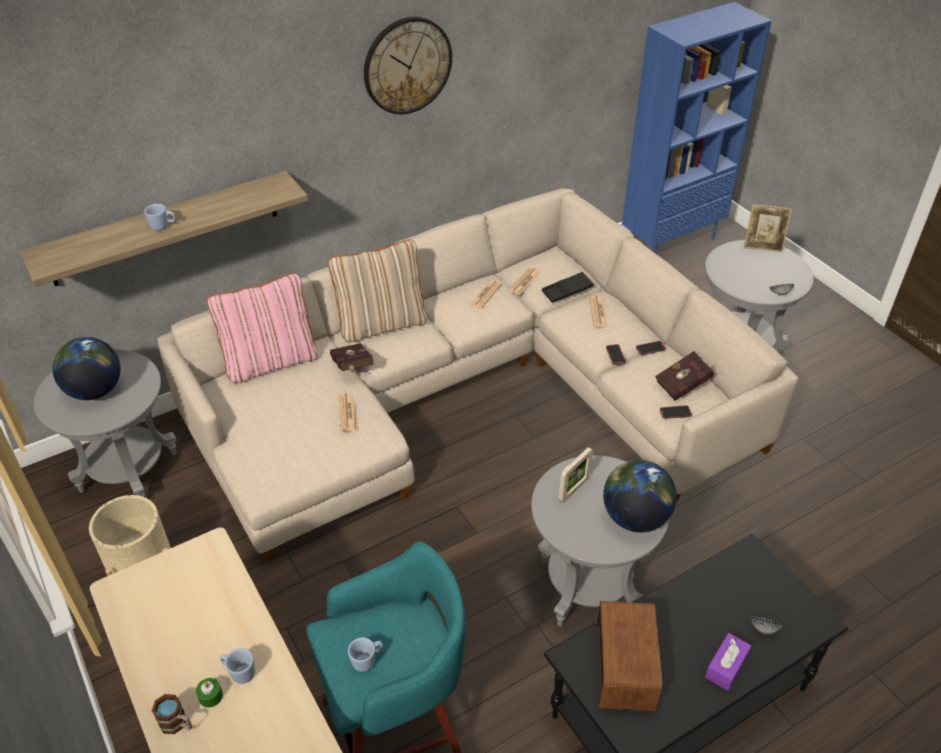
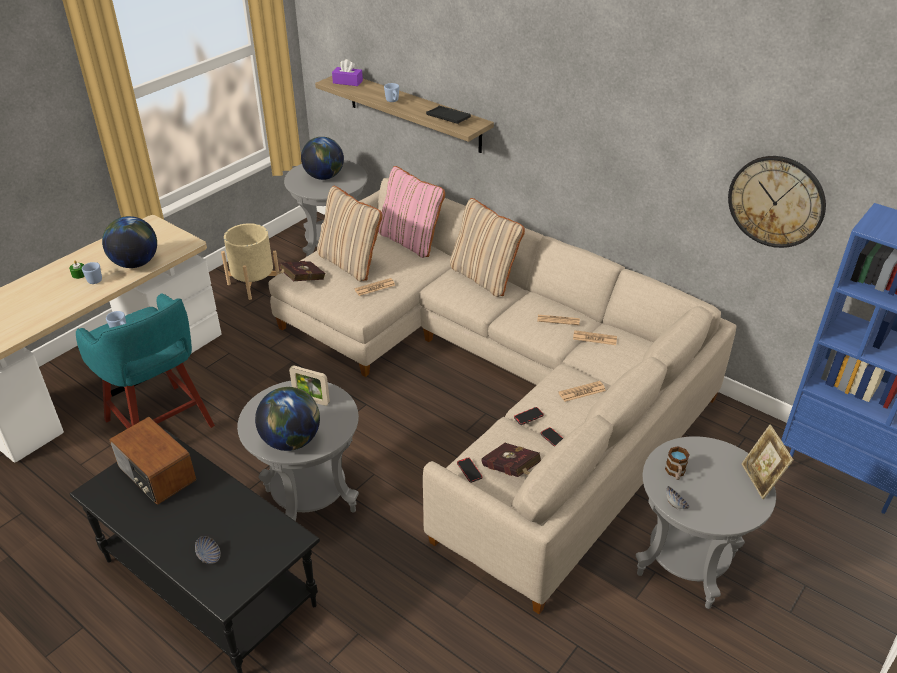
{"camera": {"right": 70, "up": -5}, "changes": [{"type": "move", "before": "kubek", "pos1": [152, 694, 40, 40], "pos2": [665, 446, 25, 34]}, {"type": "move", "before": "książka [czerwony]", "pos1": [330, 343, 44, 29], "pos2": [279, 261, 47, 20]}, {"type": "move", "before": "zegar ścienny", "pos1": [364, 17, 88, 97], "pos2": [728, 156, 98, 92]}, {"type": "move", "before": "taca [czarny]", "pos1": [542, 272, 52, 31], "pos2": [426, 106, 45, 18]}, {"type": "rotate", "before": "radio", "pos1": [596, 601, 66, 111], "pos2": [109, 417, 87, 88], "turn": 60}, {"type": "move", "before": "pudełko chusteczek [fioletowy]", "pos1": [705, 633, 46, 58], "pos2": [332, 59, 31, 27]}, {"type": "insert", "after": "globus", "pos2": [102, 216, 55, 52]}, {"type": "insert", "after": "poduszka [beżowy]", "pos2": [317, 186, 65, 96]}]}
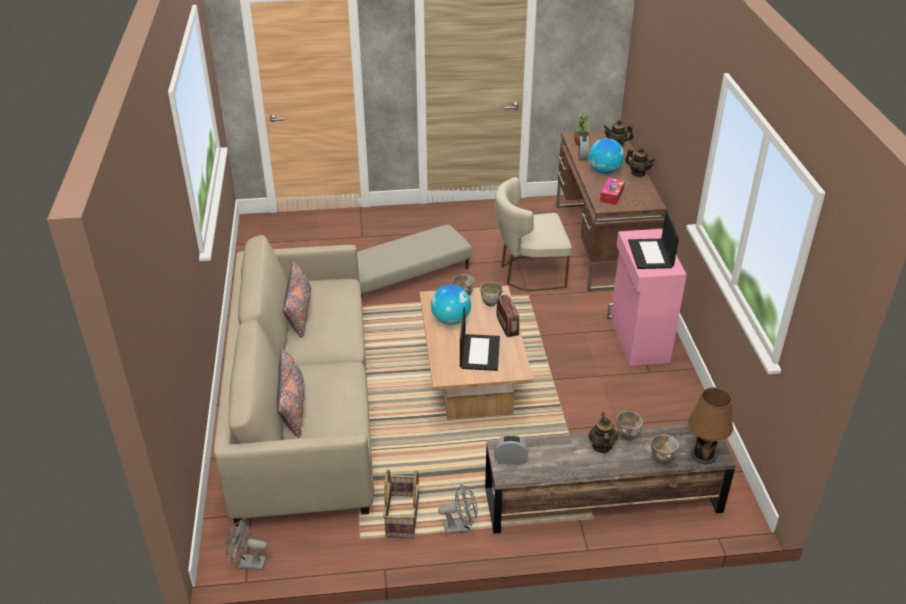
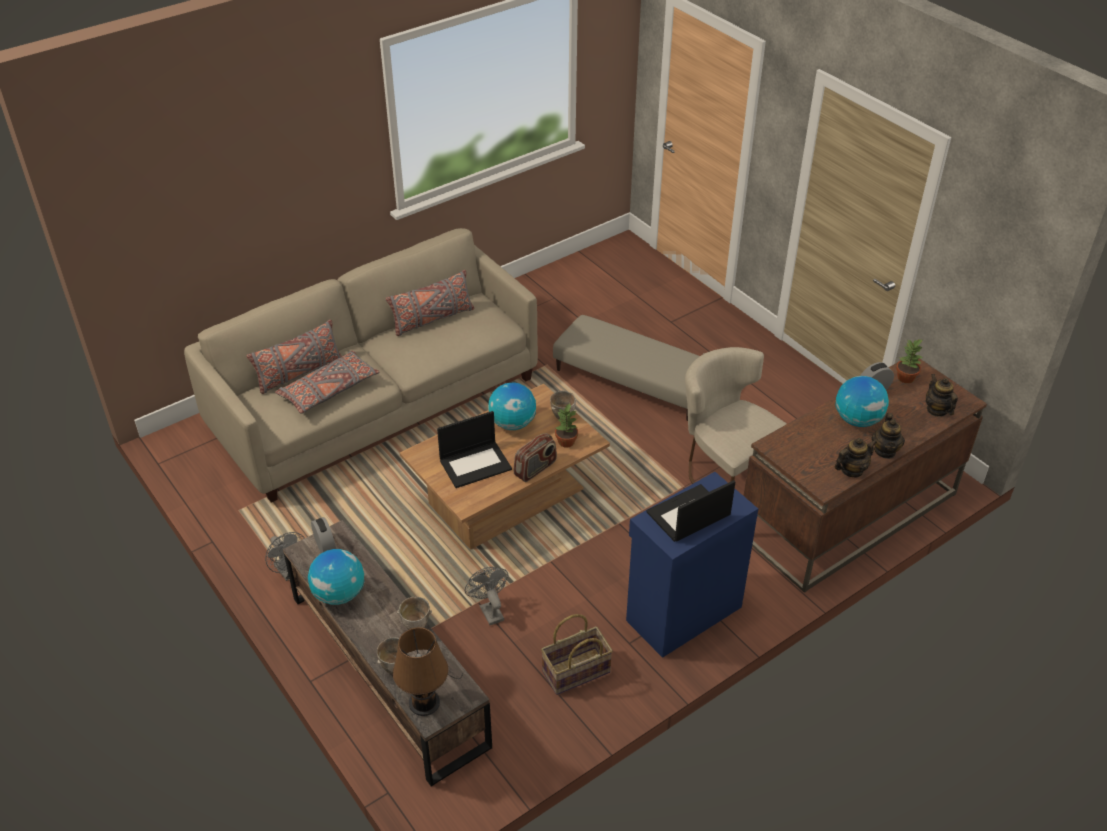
{"camera": {"right": 60, "up": 5}, "changes": [{"type": "move", "before": "wentylator [szary]", "pos1": [226, 519, 41, 51], "pos2": [465, 567, 43, 58]}, {"type": "move", "before": "koszyk", "pos1": [383, 469, 36, 69], "pos2": [541, 614, 72, 81]}, {"type": "replace", "before": "miska", "after": "roślina doniczkowa", "pos1": [479, 281, 24, 25], "pos2": [555, 404, 23, 44]}, {"type": "move", "before": "imbryk", "pos1": [588, 412, 30, 41], "pos2": [835, 438, 42, 39]}, {"type": "delete", "before": "pudełko chusteczek", "pos1": [600, 178, 25, 27]}, {"type": "recolor", "before": "szafka [różowy]", "after": "szafka [niebieski]", "pos1": [607, 229, 80, 137], "pos2": [626, 472, 132, 186]}, {"type": "insert", "after": "poduszka [szary]", "pos2": [275, 351, 104, 62]}, {"type": "insert", "after": "globus", "pos2": [308, 549, 56, 56]}]}
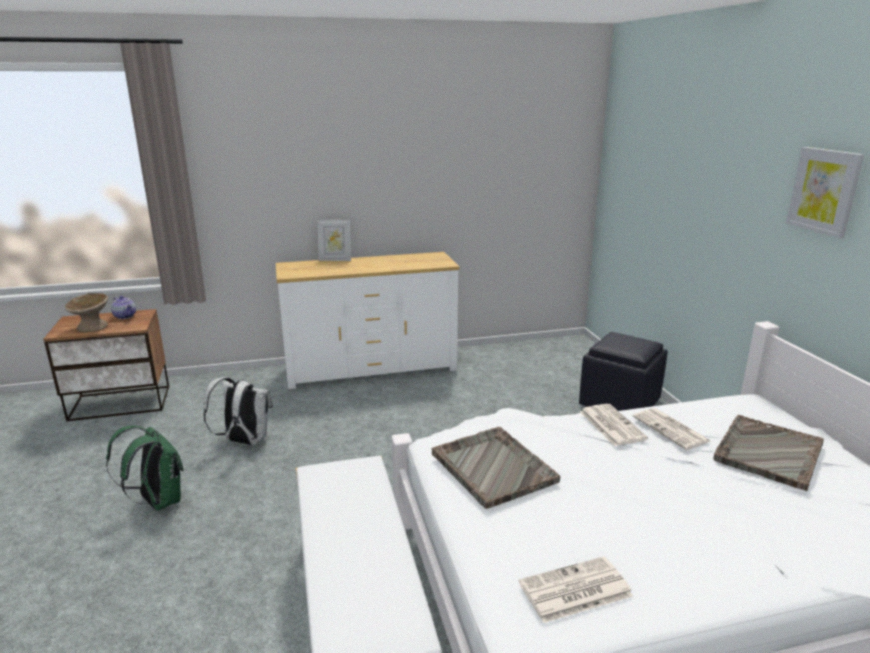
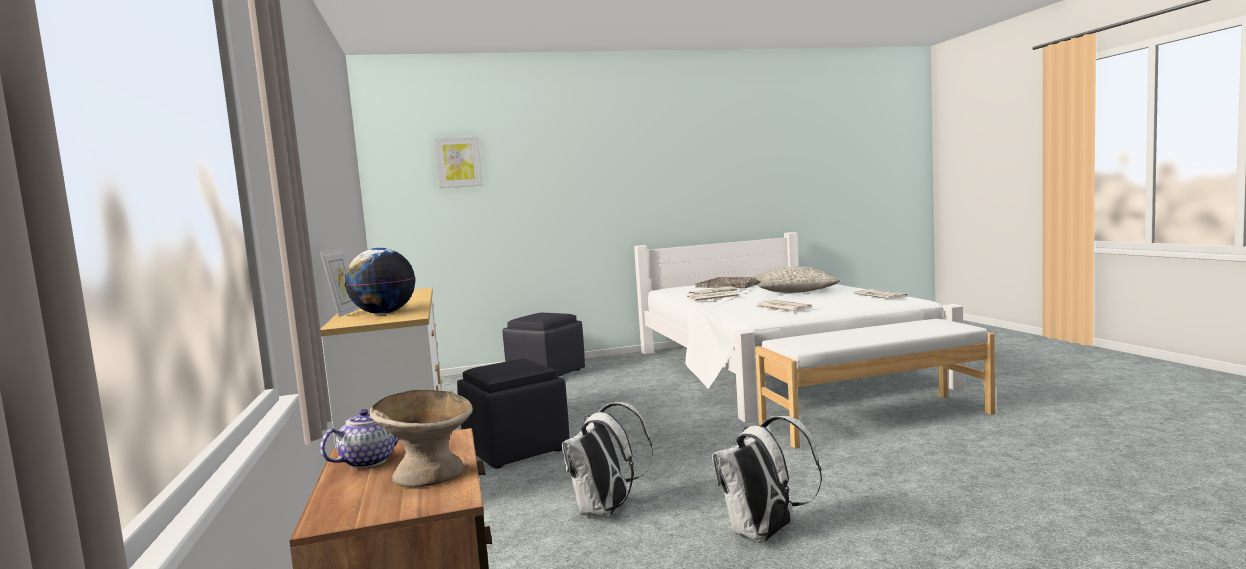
{"camera": {"right": -90, "up": -15}, "changes": [{"type": "recolor", "before": "plecak [zielony]", "after": "plecak [biały]", "pos1": [106, 426, 78, 85], "pos2": [712, 416, 110, 127]}, {"type": "replace", "before": "taca [szary]", "after": "gazeta", "pos1": [432, 427, 128, 82], "pos2": [755, 300, 58, 12]}, {"type": "move", "before": "obraz", "pos1": [786, 147, 78, 92], "pos2": [434, 136, 49, 52]}, {"type": "insert", "after": "globus", "pos2": [345, 248, 70, 66]}, {"type": "insert", "after": "pufa [czarny]", "pos2": [457, 359, 113, 109]}, {"type": "insert", "after": "poduszka [szary]", "pos2": [754, 266, 86, 27]}]}
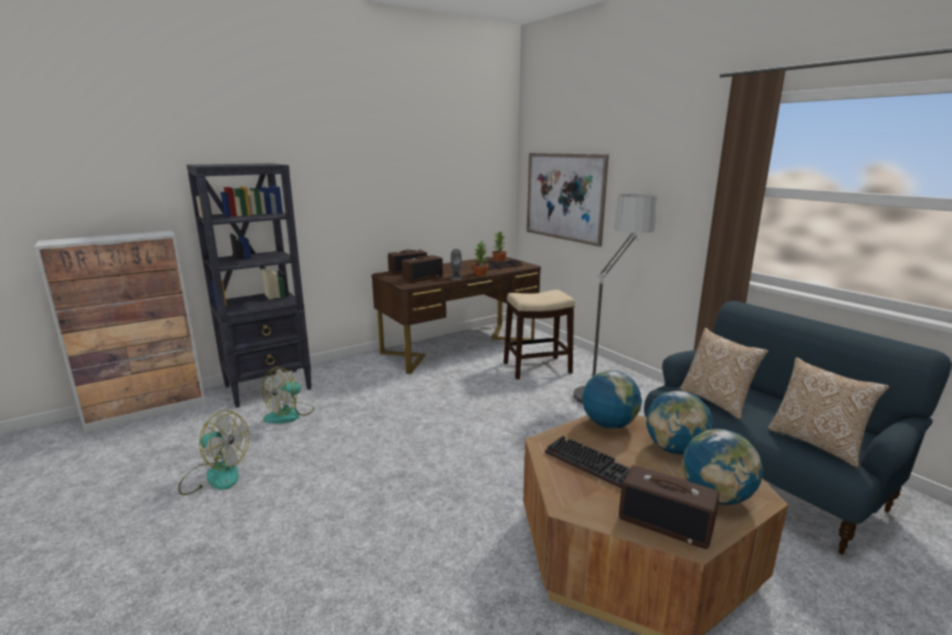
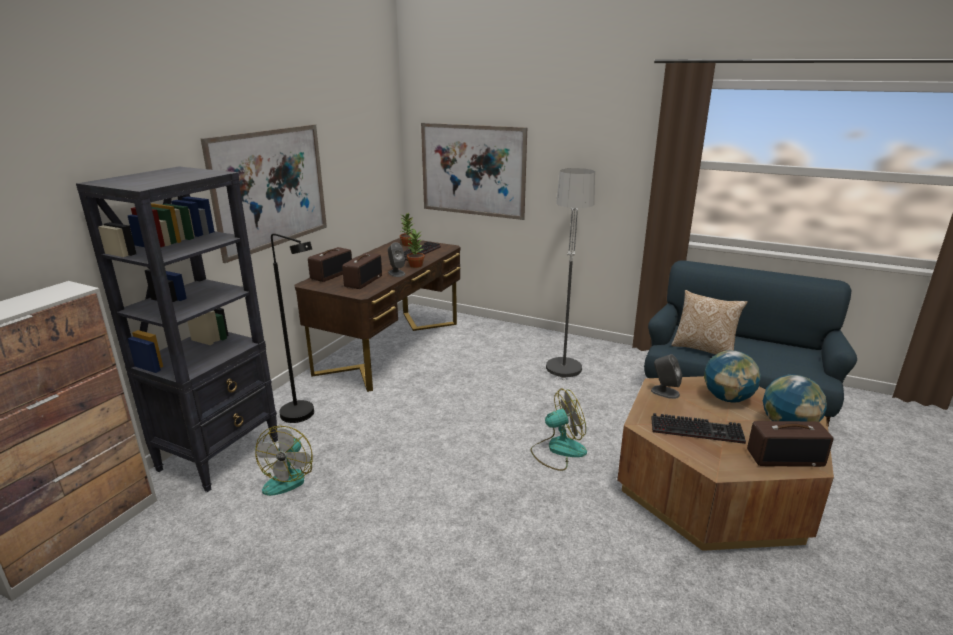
{"camera": {"right": -30, "up": 5}, "changes": [{"type": "move", "before": "wentylator", "pos1": [178, 410, 71, 85], "pos2": [530, 389, 57, 82]}, {"type": "delete", "before": "stołek", "pos1": [504, 290, 71, 89]}, {"type": "replace", "before": "globus", "after": "głośnik [szary]", "pos1": [582, 370, 60, 59], "pos2": [651, 354, 31, 45]}, {"type": "delete", "before": "poduszka", "pos1": [768, 357, 122, 111]}, {"type": "insert", "after": "obraz", "pos2": [201, 124, 126, 139]}, {"type": "insert", "after": "lampa stojąca [czarny]", "pos2": [271, 233, 43, 190]}]}
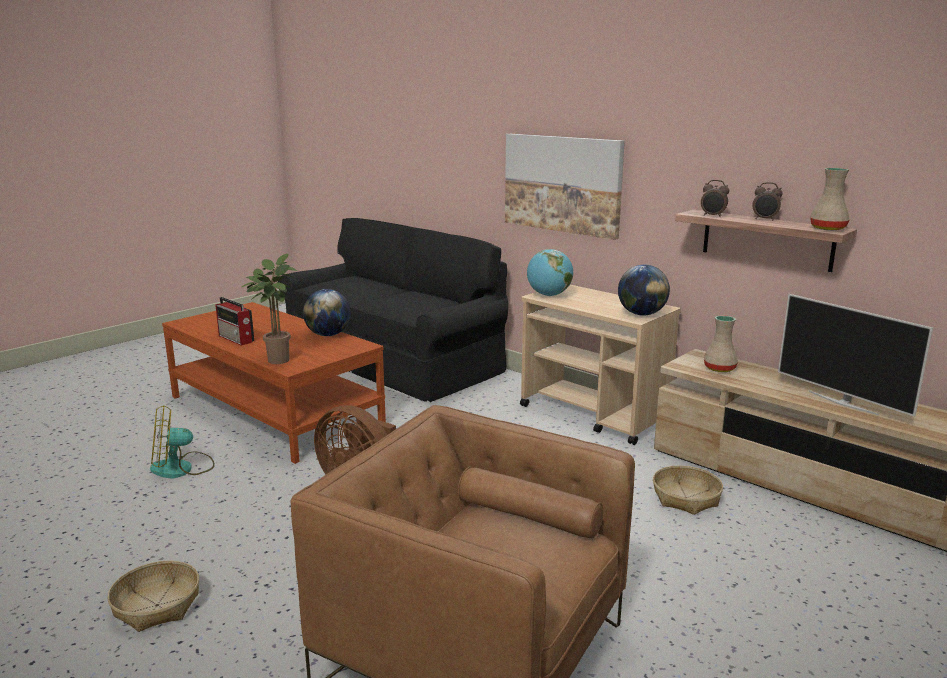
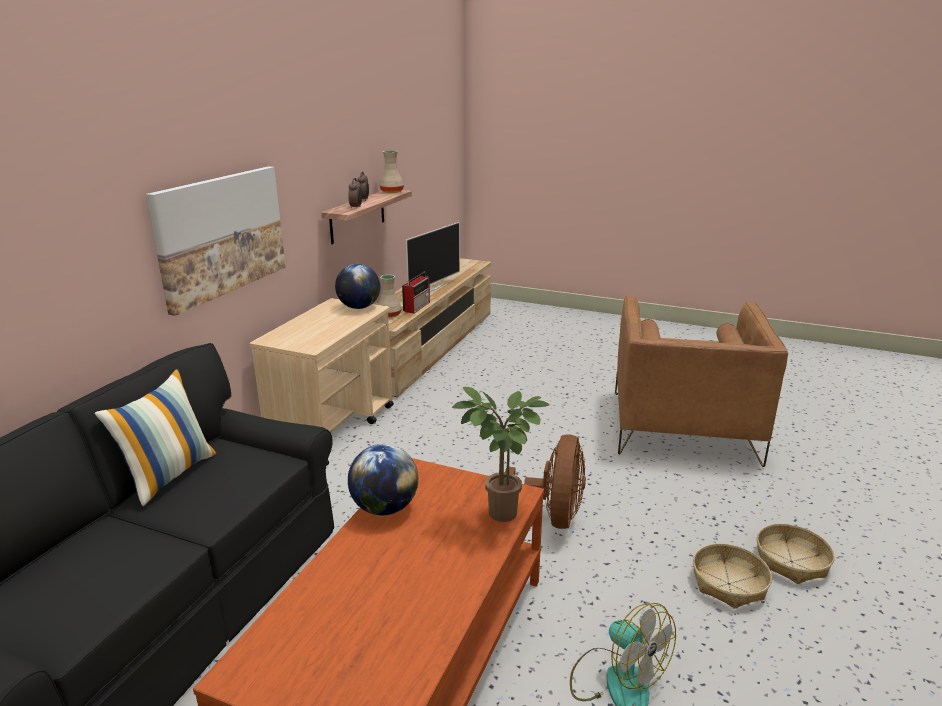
{"camera": {"right": -110, "up": 5}, "changes": [{"type": "move", "before": "radio", "pos1": [215, 297, 39, 49], "pos2": [402, 272, 28, 41]}, {"type": "delete", "before": "globus", "pos1": [527, 249, 46, 47]}, {"type": "move", "before": "koszyk", "pos1": [653, 465, 70, 50], "pos2": [693, 544, 79, 65]}, {"type": "insert", "after": "poduszka", "pos2": [94, 369, 123, 137]}]}
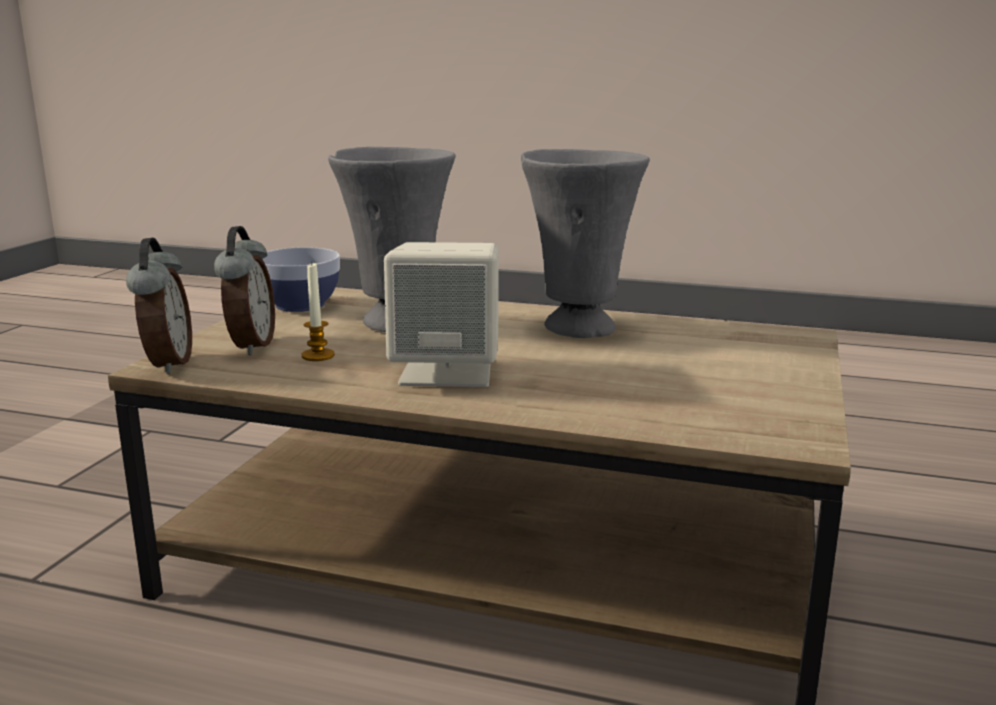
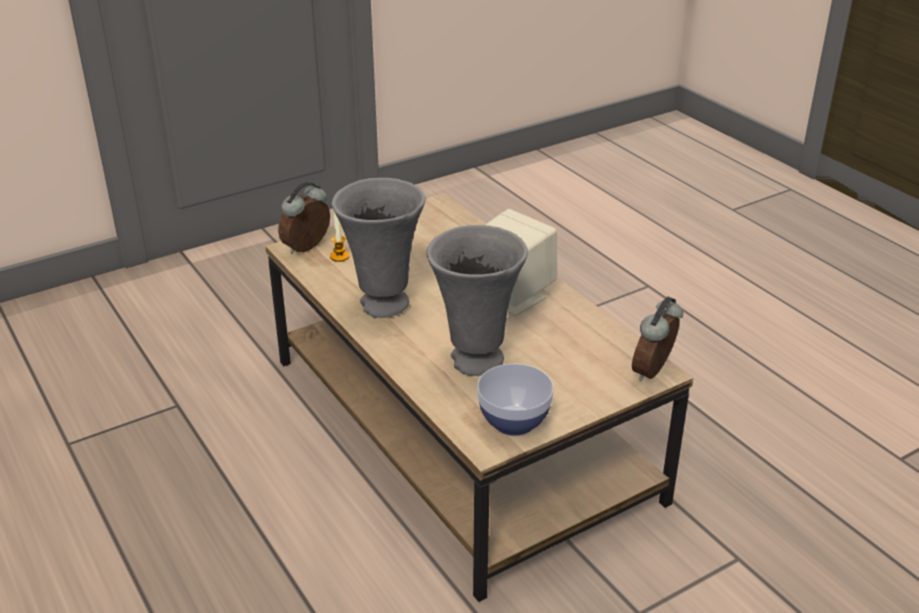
{"camera": {"right": -140, "up": 15}, "changes": [{"type": "move", "before": "budzik", "pos1": [214, 226, 61, 129], "pos2": [278, 181, 52, 73]}, {"type": "move", "before": "świeca", "pos1": [301, 263, 34, 98], "pos2": [330, 212, 20, 50]}]}
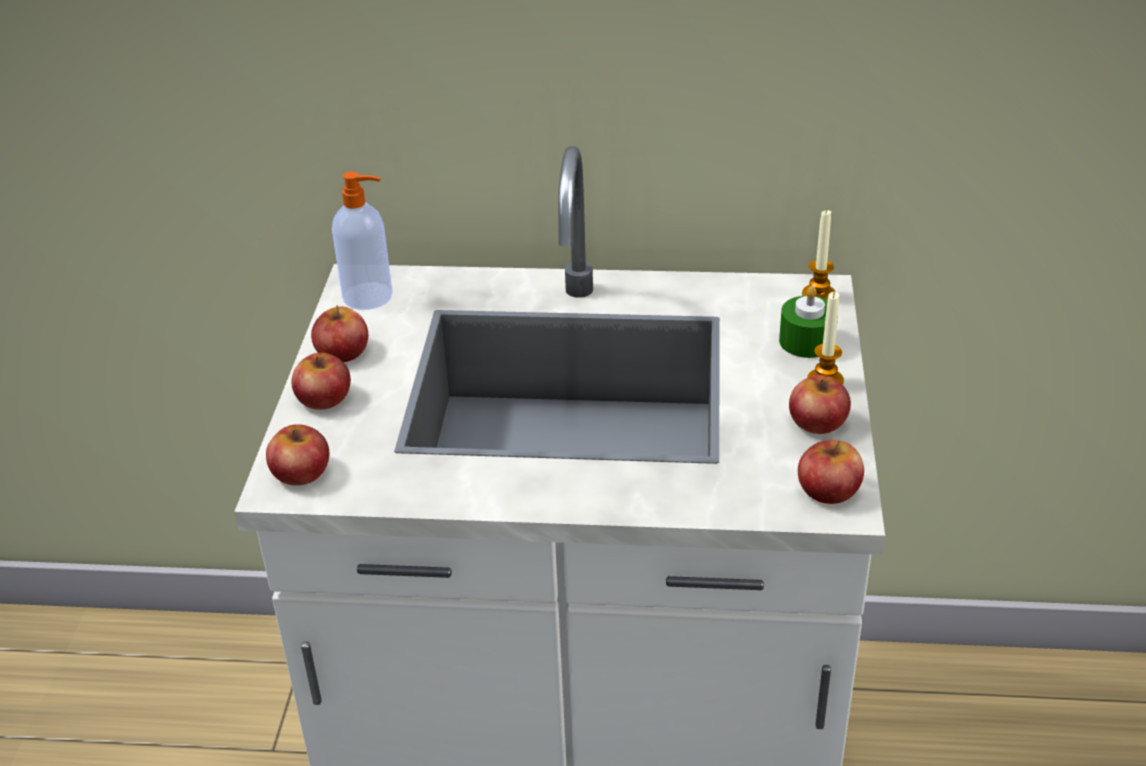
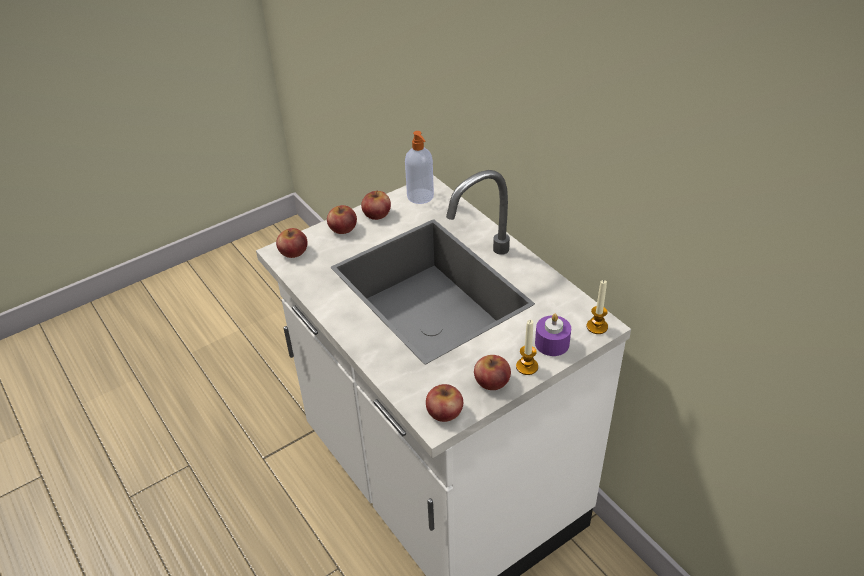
{"camera": {"right": 50, "up": 5}, "changes": [{"type": "recolor", "before": "świeca [zielony]", "after": "świeca [fioletowy]", "pos1": [779, 285, 59, 73], "pos2": [535, 314, 36, 42]}]}
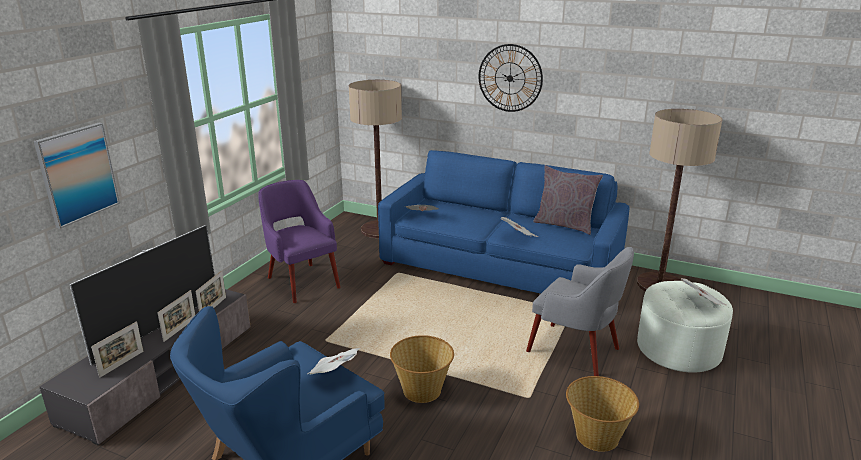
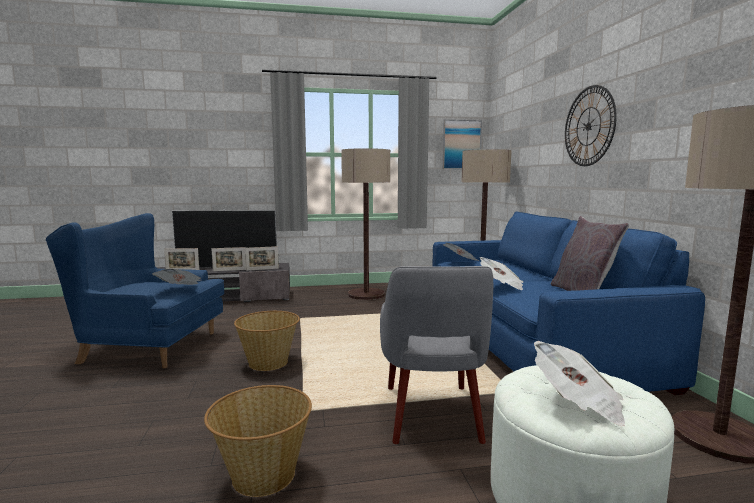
{"camera": {"right": 55, "up": -15}, "changes": [{"type": "move", "before": "obraz", "pos1": [34, 123, 86, 106], "pos2": [442, 119, 40, 50]}, {"type": "replace", "before": "fotel [fioletowy]", "after": "lampa stojąca", "pos1": [258, 180, 83, 123], "pos2": [341, 148, 49, 152]}]}
